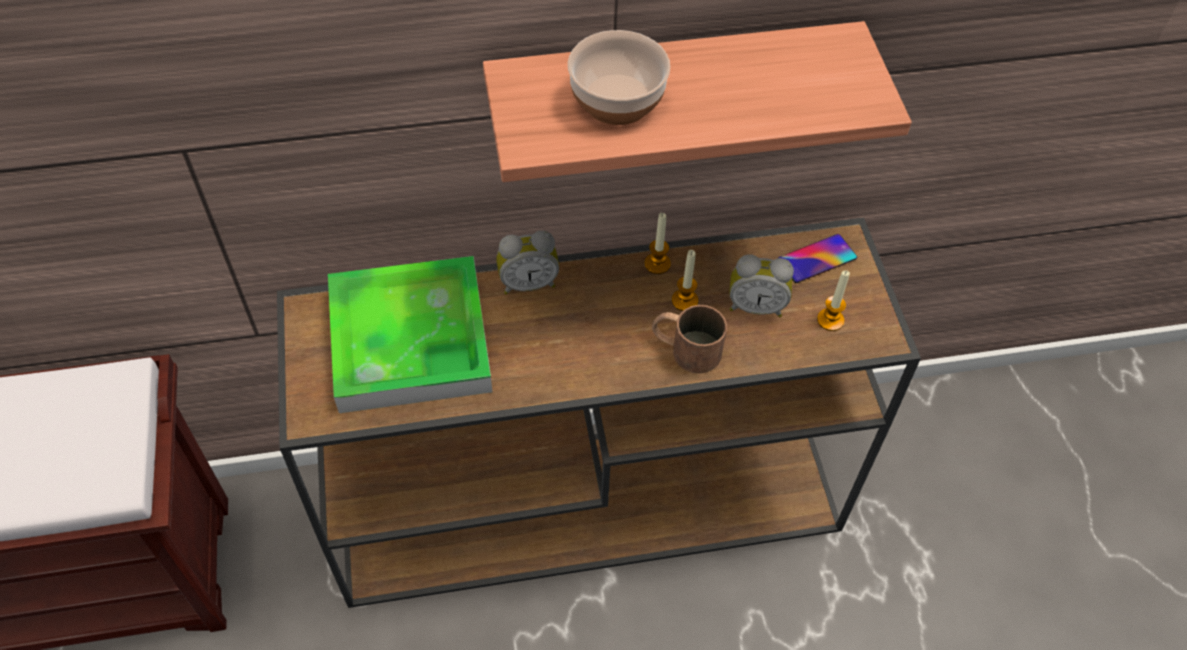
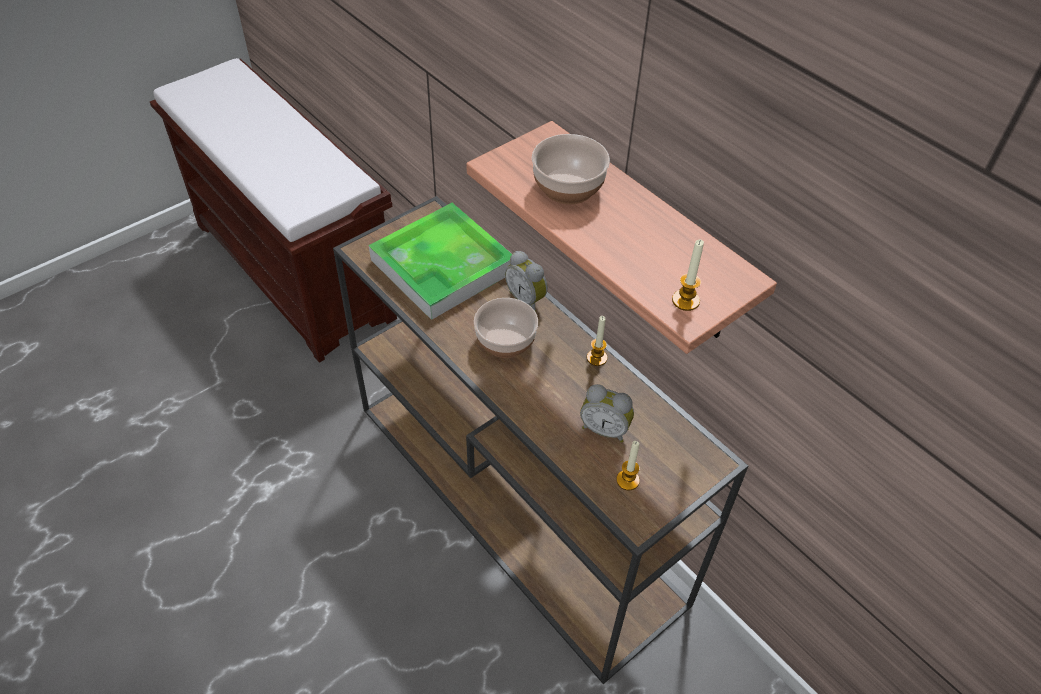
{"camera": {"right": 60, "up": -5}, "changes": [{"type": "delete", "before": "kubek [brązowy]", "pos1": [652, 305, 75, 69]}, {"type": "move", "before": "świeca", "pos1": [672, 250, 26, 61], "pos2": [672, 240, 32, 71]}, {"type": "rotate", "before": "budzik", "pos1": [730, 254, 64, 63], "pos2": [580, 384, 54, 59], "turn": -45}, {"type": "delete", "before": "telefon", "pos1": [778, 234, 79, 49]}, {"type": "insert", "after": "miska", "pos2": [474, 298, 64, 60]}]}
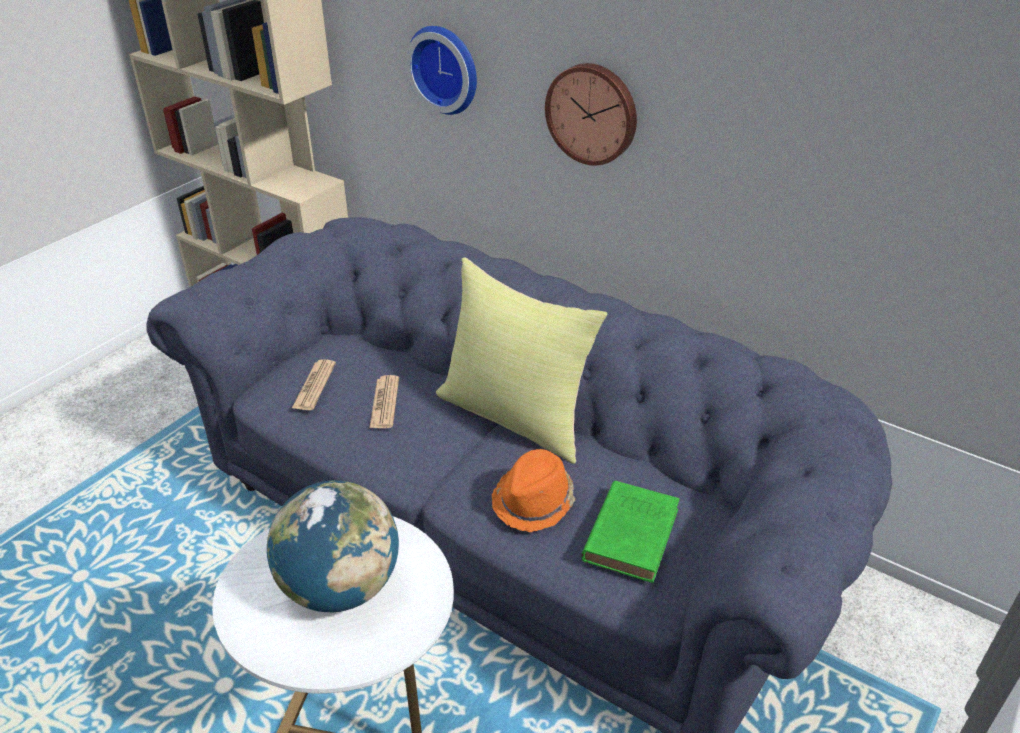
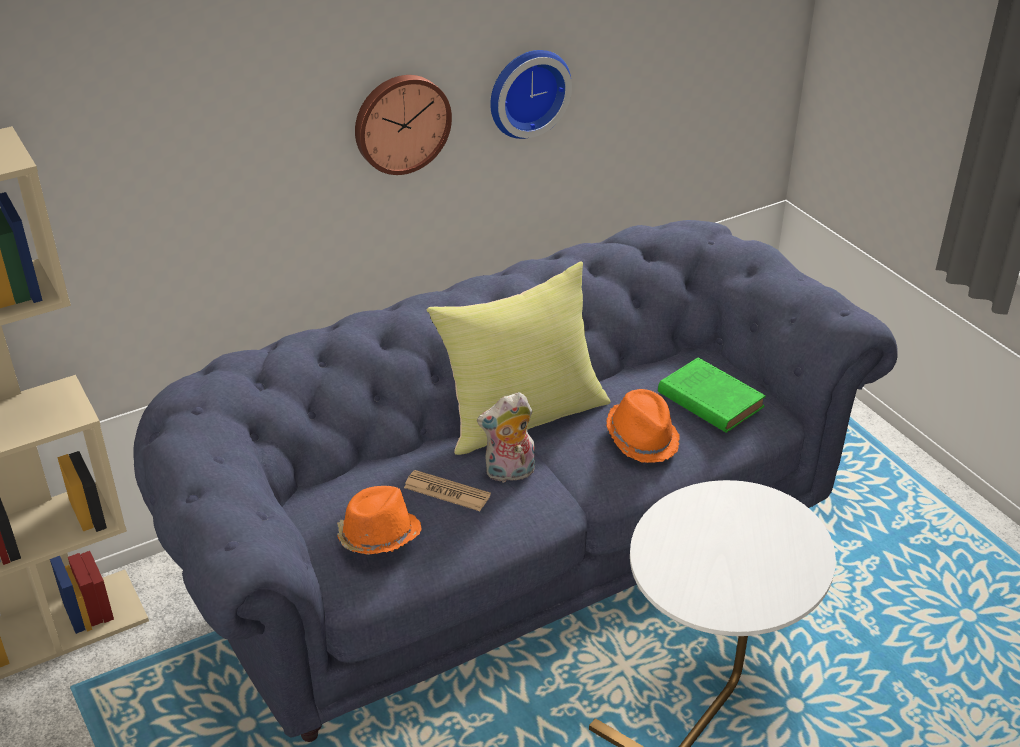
{"camera": {"right": -65, "up": 0}, "changes": [{"type": "delete", "before": "globus", "pos1": [267, 480, 132, 132]}, {"type": "replace", "before": "gazeta", "after": "kapelusz [pomarańczowy]", "pos1": [292, 360, 44, 50], "pos2": [337, 486, 85, 69]}, {"type": "move", "before": "zegar ścienny", "pos1": [406, 26, 71, 89], "pos2": [490, 50, 82, 89]}, {"type": "insert", "after": "pluszak", "pos2": [477, 392, 58, 91]}]}
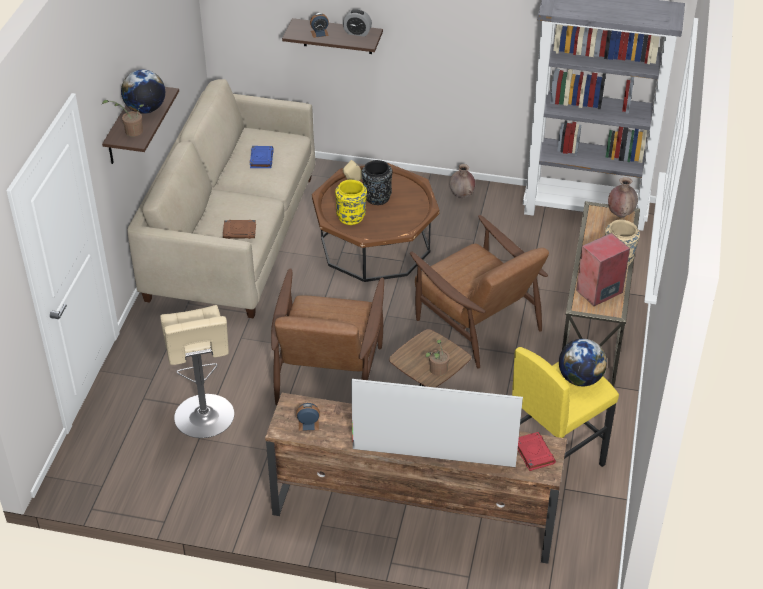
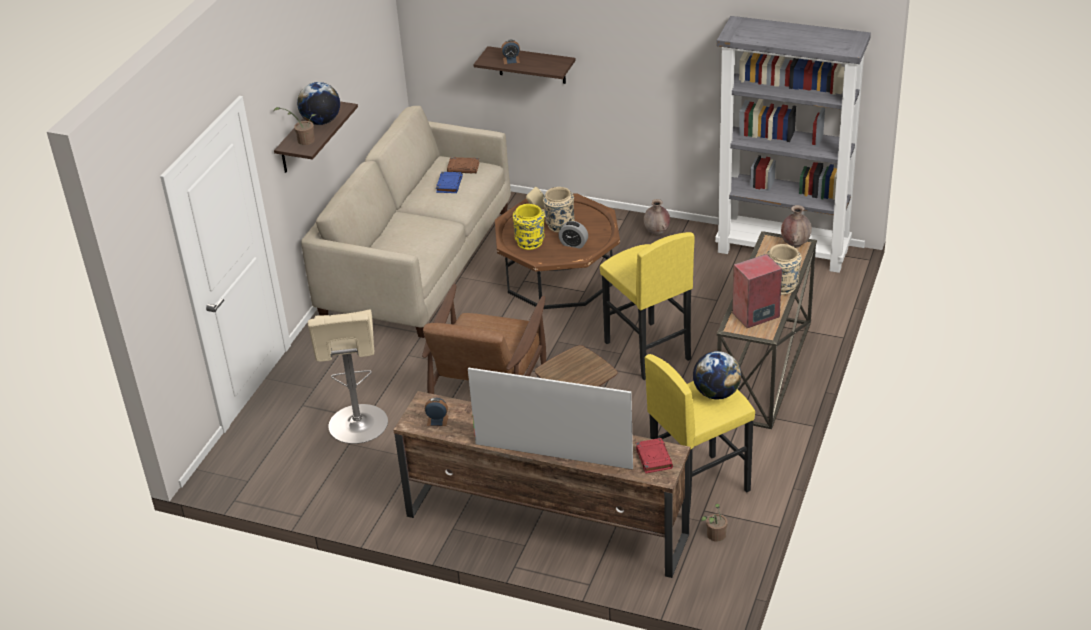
{"camera": {"right": 10, "up": -5}, "changes": [{"type": "move", "before": "książka [brązowy]", "pos1": [223, 220, 33, 19], "pos2": [447, 157, 33, 17]}, {"type": "move", "before": "budzik", "pos1": [343, 9, 29, 28], "pos2": [558, 221, 30, 28]}, {"type": "recolor", "before": "wazon [czarny]", "after": "wazon [beżowy]", "pos1": [362, 160, 31, 45], "pos2": [543, 187, 32, 46]}, {"type": "replace", "before": "fotel [brązowy]", "after": "stołek [żółty]", "pos1": [410, 215, 139, 154], "pos2": [600, 232, 95, 148]}, {"type": "move", "before": "roślina doniczkowa", "pos1": [425, 340, 25, 36], "pos2": [701, 504, 27, 38]}]}
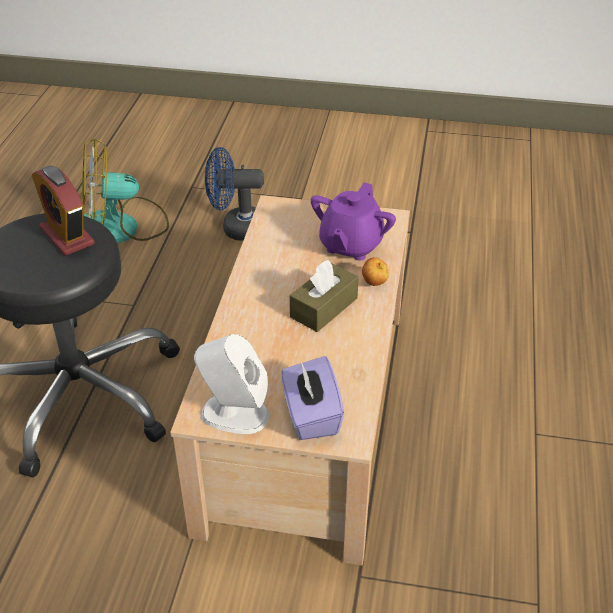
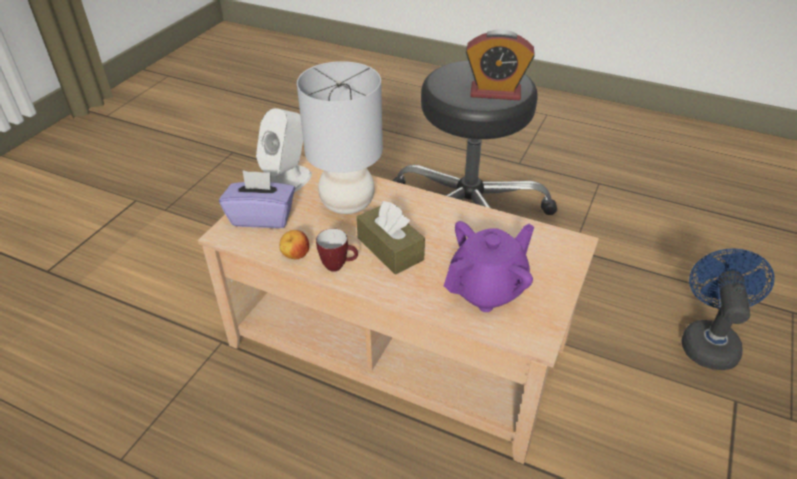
{"camera": {"right": 105, "up": 0}, "changes": [{"type": "rotate", "before": "budzik", "pos1": [32, 165, 63, 91], "pos2": [466, 29, 69, 71], "turn": -150}, {"type": "delete", "before": "wentylator", "pos1": [82, 138, 87, 105]}, {"type": "rotate", "before": "imbryk [fioletowy]", "pos1": [311, 182, 85, 79], "pos2": [444, 221, 90, 91], "turn": 105}, {"type": "move", "before": "jabłko", "pos1": [362, 257, 27, 29], "pos2": [279, 230, 30, 29]}, {"type": "insert", "after": "lampa stołowa [szary]", "pos2": [297, 61, 86, 153]}, {"type": "insert", "after": "kubek", "pos2": [316, 229, 42, 43]}]}
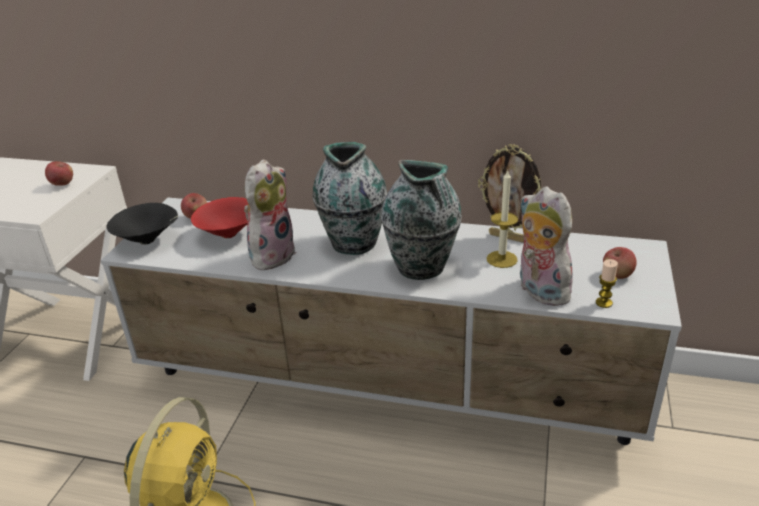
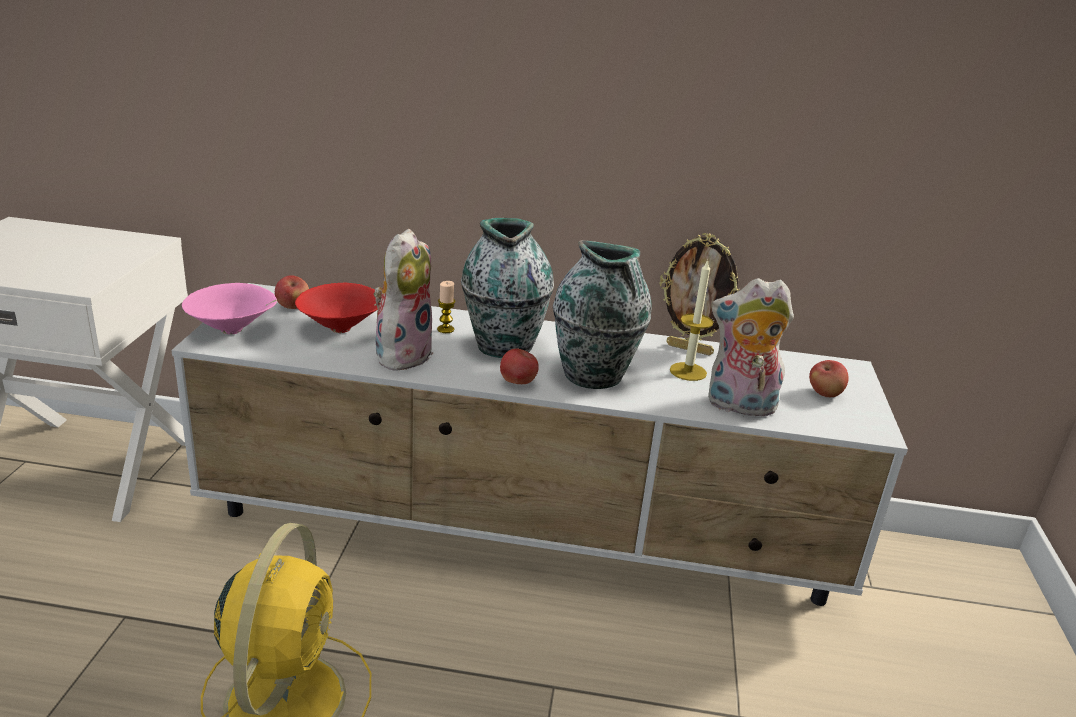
{"camera": {"right": -10, "up": -5}, "changes": [{"type": "move", "before": "jabłko", "pos1": [45, 161, 28, 25], "pos2": [500, 349, 39, 35]}, {"type": "recolor", "before": "miska [czarny]", "after": "miska [różowy]", "pos1": [106, 203, 72, 42], "pos2": [182, 283, 95, 52]}, {"type": "rotate", "before": "pluszak", "pos1": [519, 186, 59, 120], "pos2": [708, 278, 86, 142], "turn": -45}, {"type": "move", "before": "świeca", "pos1": [596, 259, 22, 49], "pos2": [437, 281, 18, 52]}]}
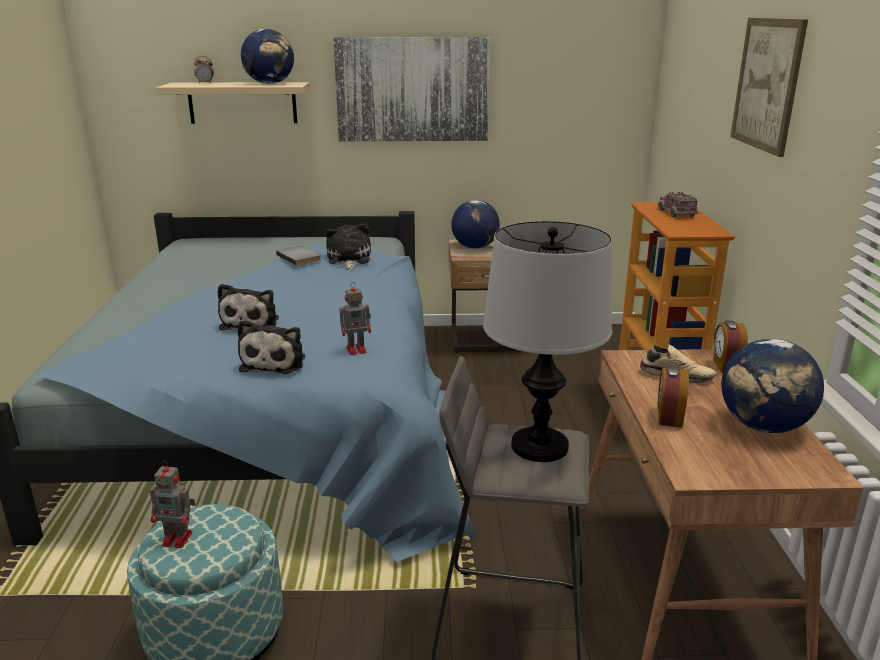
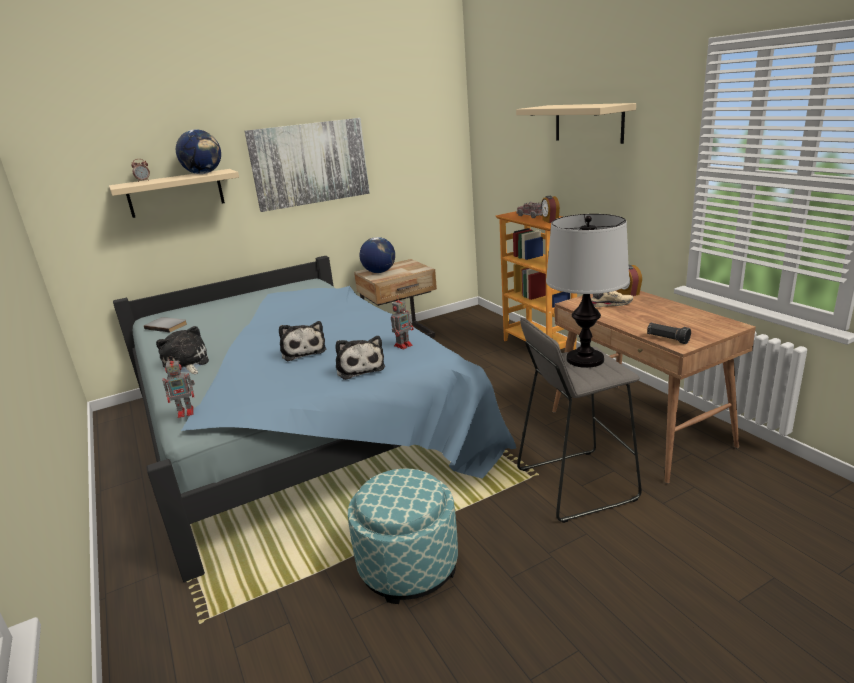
{"camera": {"right": -25, "up": 0}, "changes": [{"type": "move", "before": "robot zabawkowy", "pos1": [150, 461, 45, 87], "pos2": [162, 356, 33, 62]}, {"type": "move", "before": "książka [szary]", "pos1": [276, 246, 45, 20], "pos2": [144, 317, 43, 15]}, {"type": "move", "before": "pluszak", "pos1": [326, 223, 45, 47], "pos2": [156, 326, 53, 48]}, {"type": "move", "before": "budzik", "pos1": [658, 365, 31, 63], "pos2": [541, 196, 19, 27]}, {"type": "delete", "before": "globus", "pos1": [721, 339, 103, 94]}, {"type": "replace", "before": "obraz", "after": "półka [beżowy]", "pos1": [730, 18, 78, 139], "pos2": [516, 103, 120, 41]}, {"type": "insert", "after": "latarka [czarny]", "pos2": [647, 323, 44, 21]}]}
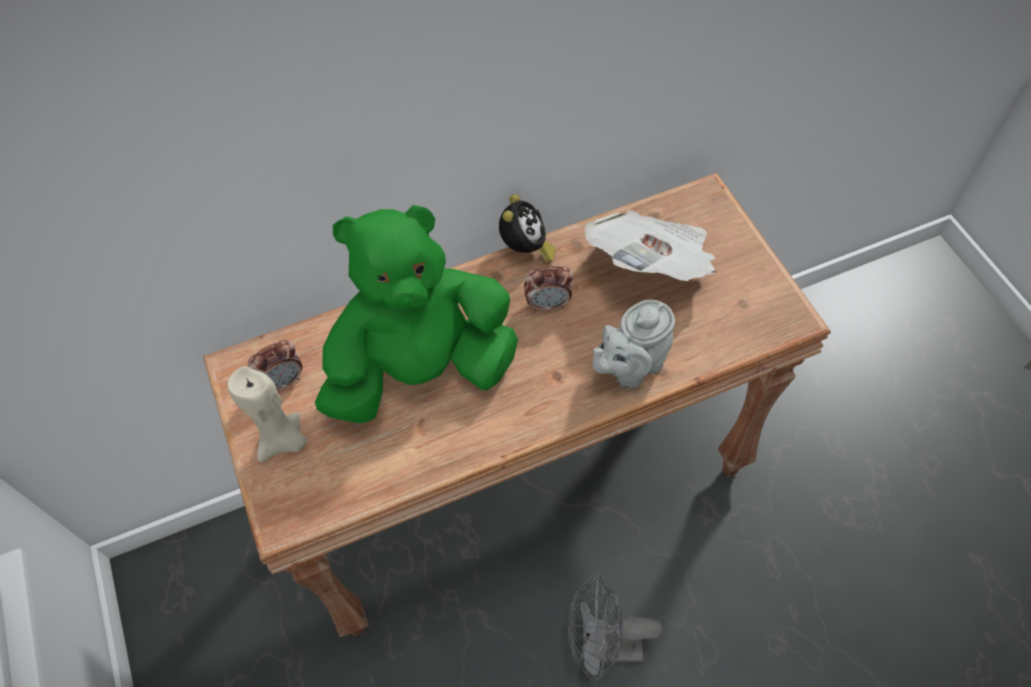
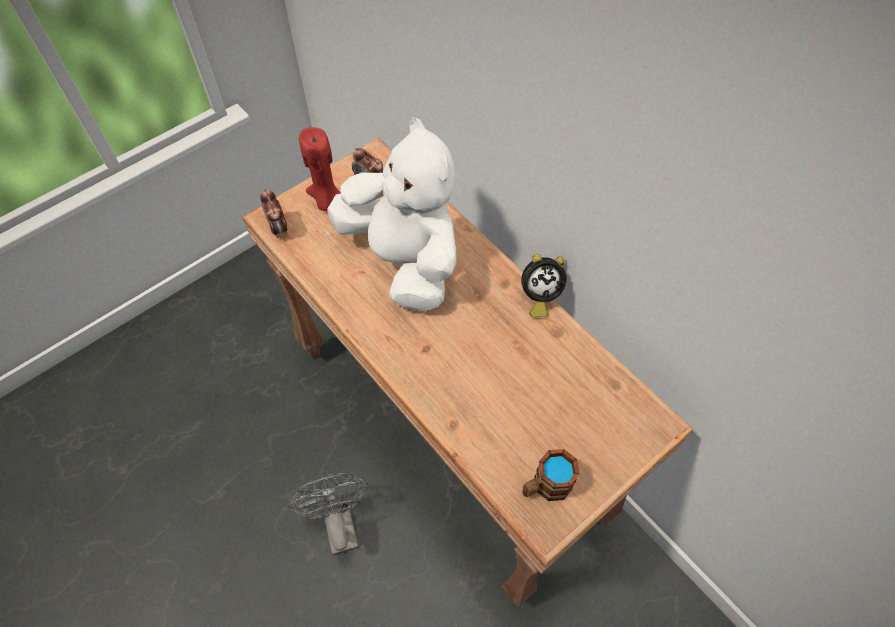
{"camera": {"right": 70, "up": 0}, "changes": [{"type": "recolor", "before": "świeca [beżowy]", "after": "świeca [czerwony]", "pos1": [227, 367, 80, 95], "pos2": [299, 127, 42, 84]}, {"type": "recolor", "before": "pluszak [zielony]", "after": "pluszak [biały]", "pos1": [315, 205, 203, 219], "pos2": [327, 117, 129, 195]}, {"type": "move", "before": "budzik", "pos1": [524, 266, 49, 45], "pos2": [260, 189, 27, 49]}, {"type": "delete", "before": "gazeta", "pos1": [584, 210, 132, 71]}, {"type": "delete", "before": "imbryk [szary]", "pos1": [592, 300, 83, 89]}, {"type": "insert", "after": "kubek", "pos2": [522, 449, 57, 52]}]}
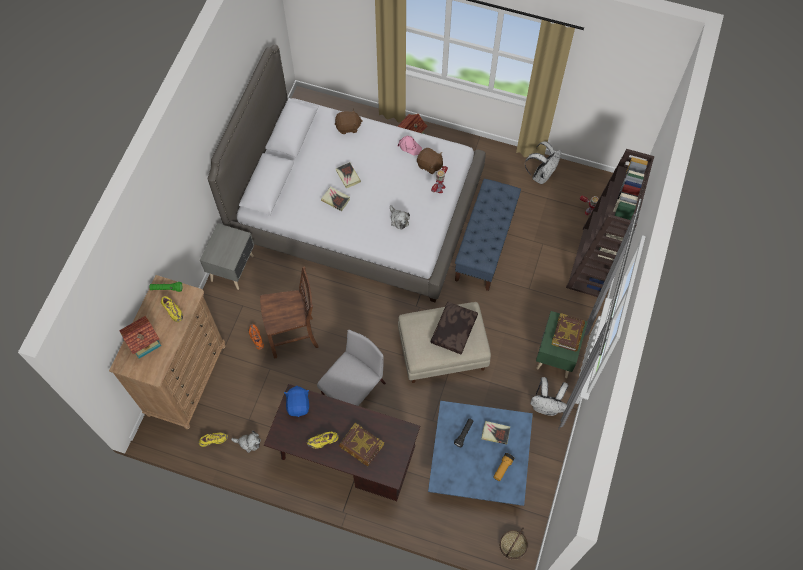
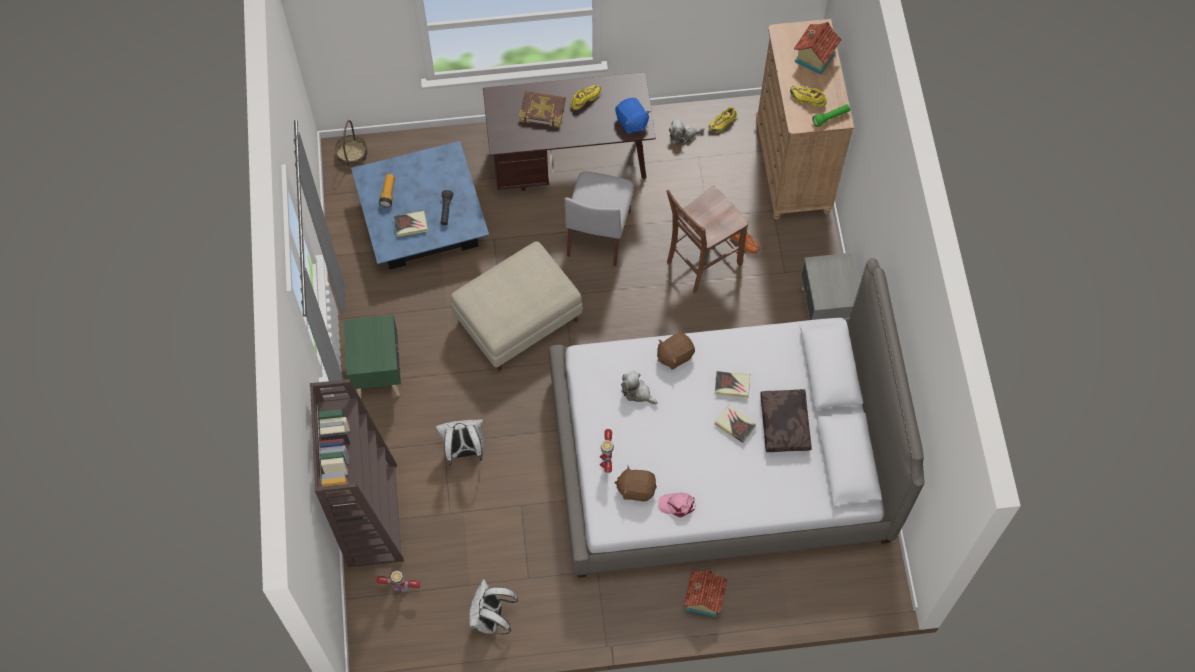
{"camera": {"right": 155, "up": 0}, "changes": [{"type": "move", "before": "pluszak [brązowy]", "pos1": [335, 109, 28, 25], "pos2": [657, 332, 38, 38]}, {"type": "move", "before": "poduszka [brązowy]", "pos1": [430, 302, 48, 52], "pos2": [760, 389, 52, 63]}, {"type": "delete", "before": "ławka [niebieski]", "pos1": [455, 179, 66, 112]}, {"type": "move", "before": "plecak [biały]", "pos1": [530, 377, 38, 39], "pos2": [435, 419, 49, 47]}, {"type": "delete", "before": "książka", "pos1": [551, 313, 34, 38]}]}
